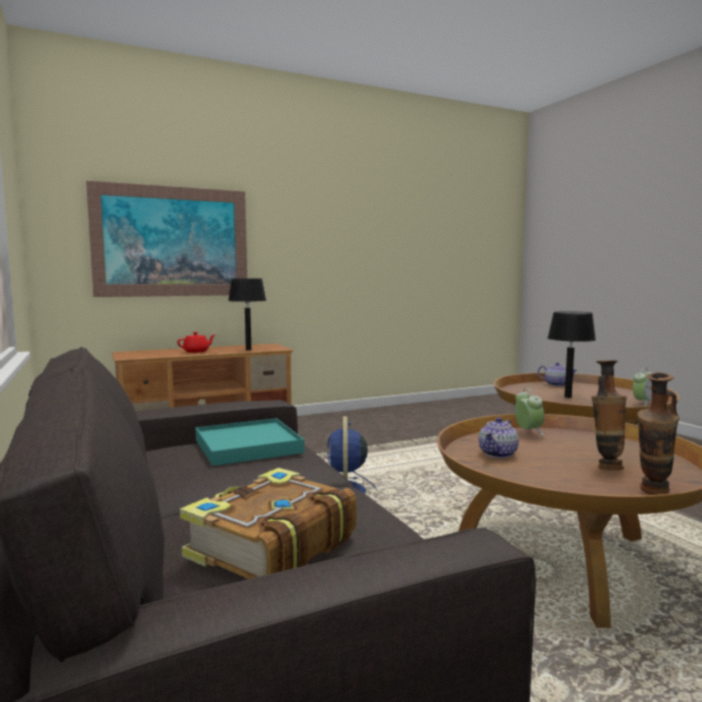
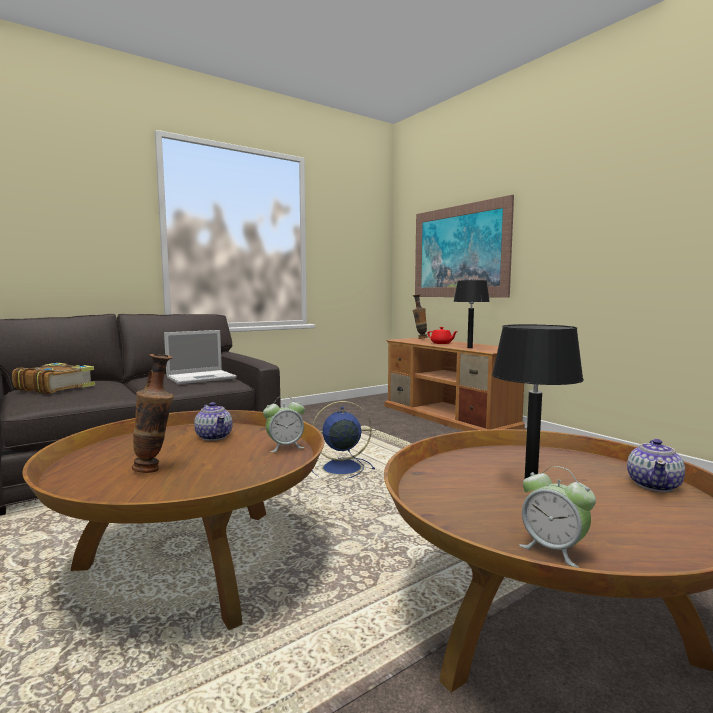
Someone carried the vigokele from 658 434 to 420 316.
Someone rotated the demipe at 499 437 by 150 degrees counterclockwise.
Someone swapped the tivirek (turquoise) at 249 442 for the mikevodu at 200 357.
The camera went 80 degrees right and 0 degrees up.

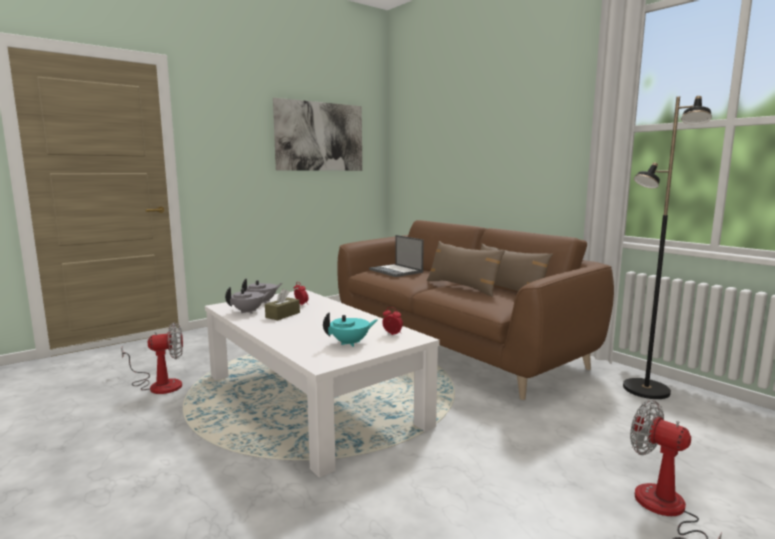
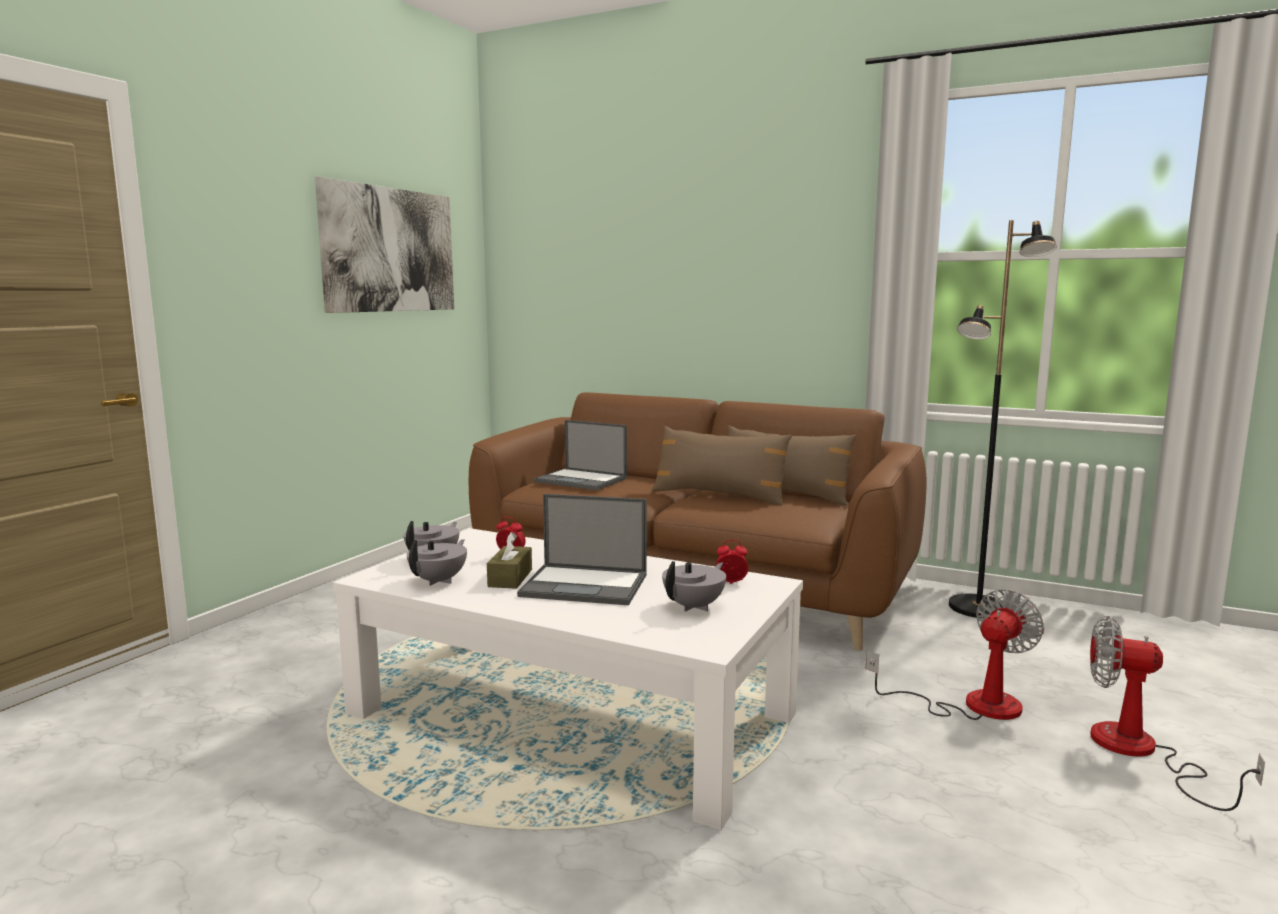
Someone repainted the demipe (turquoise) at 350 330, which became the demipe (grey) at 694 586.
Someone carried the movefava from 152 358 to 955 654.
Someone put down the mikevodu at 582 549.
The camera went 25 degrees left and 0 degrees up.

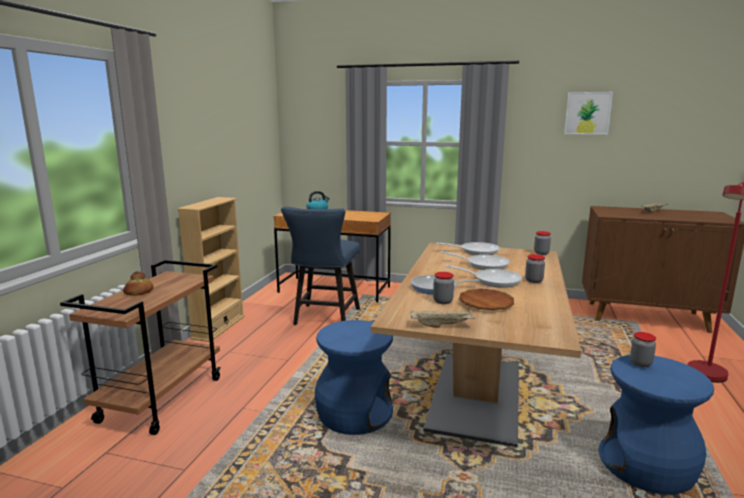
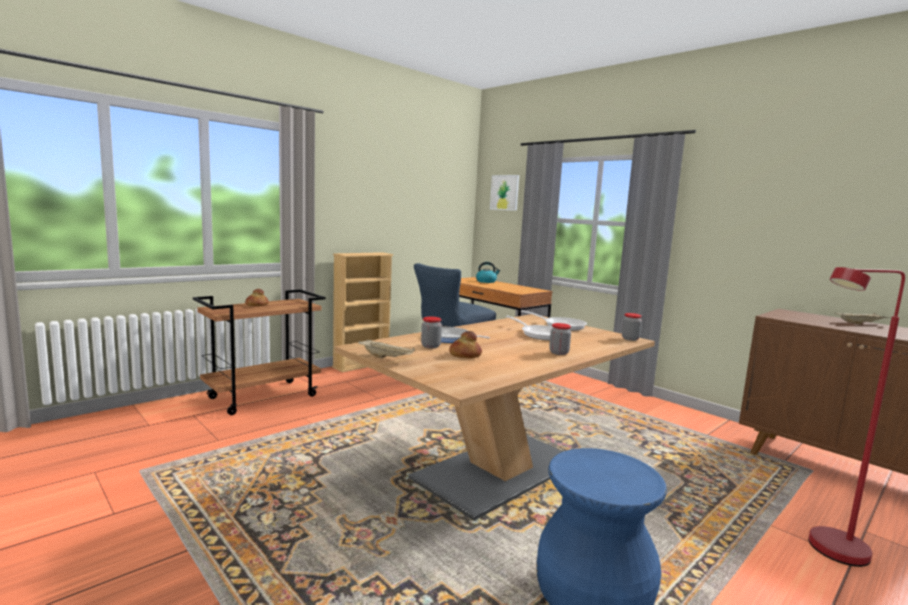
Someone carried the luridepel from 588 113 to 504 193.
Someone took away the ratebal at 483 276.
Someone swapped the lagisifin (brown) at 486 299 for the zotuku at 465 344.
Someone took away the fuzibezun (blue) at 354 377.
Someone took away the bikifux at 643 349.
The camera went 30 degrees right and 5 degrees down.

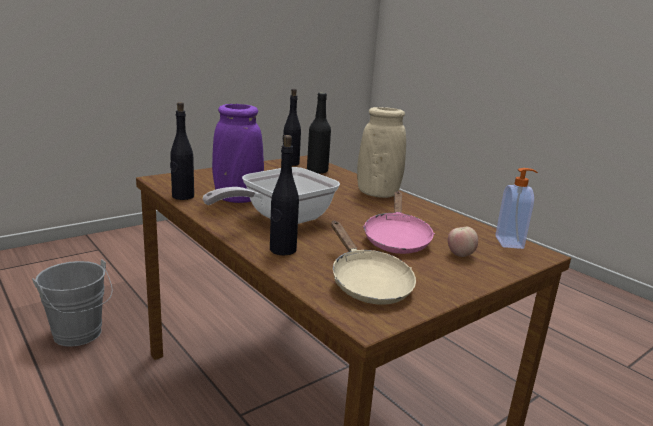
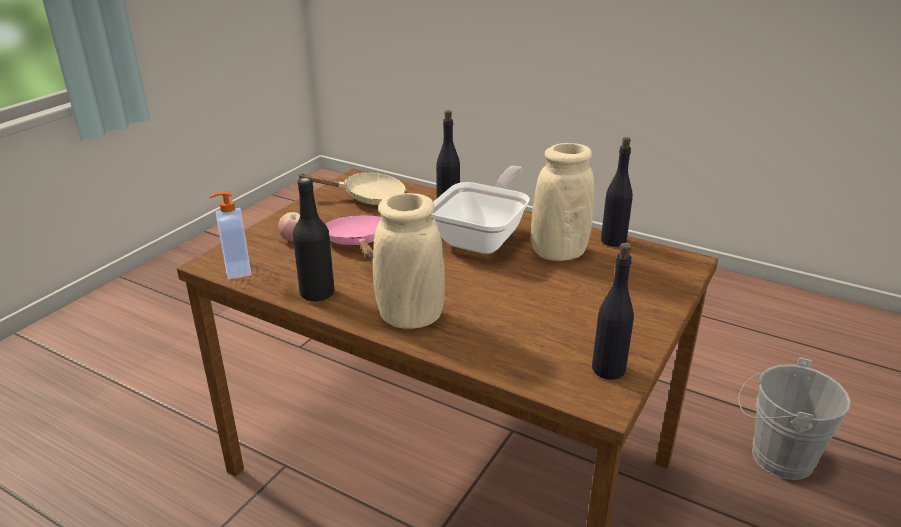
Someone carried the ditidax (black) from 319 133 to 313 239.
Someone repainted the vigokele (purple) at 238 153, which became the vigokele (beige) at 562 202.
Someone rotated the ratebal (beige) at 373 263 by 135 degrees clockwise.
The camera went 160 degrees right and 10 degrees up.

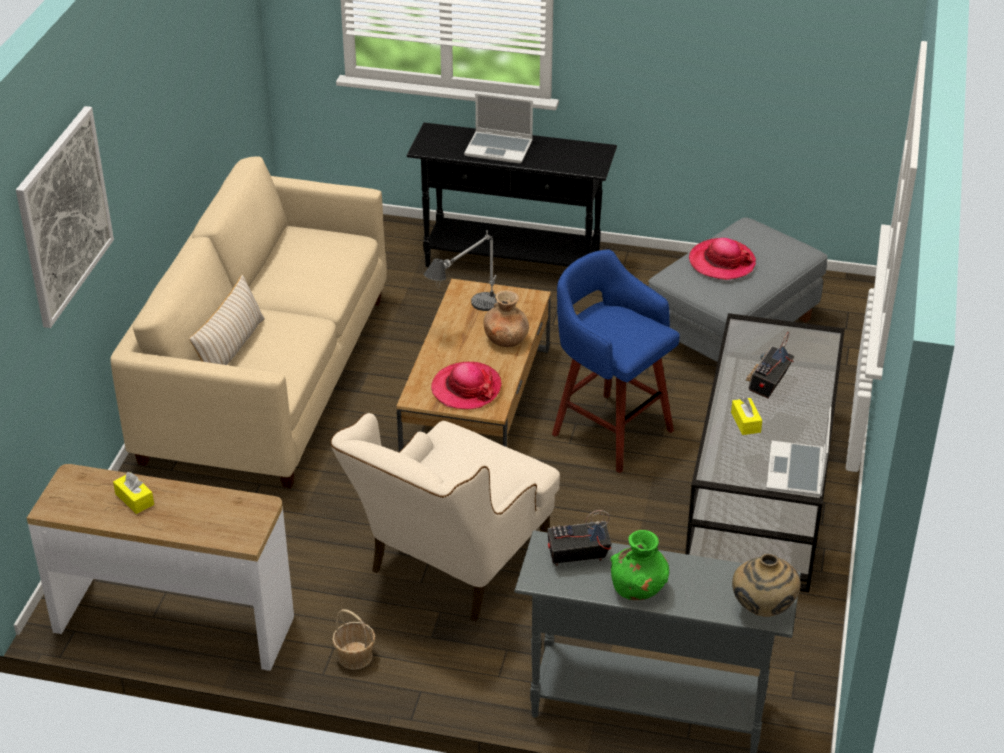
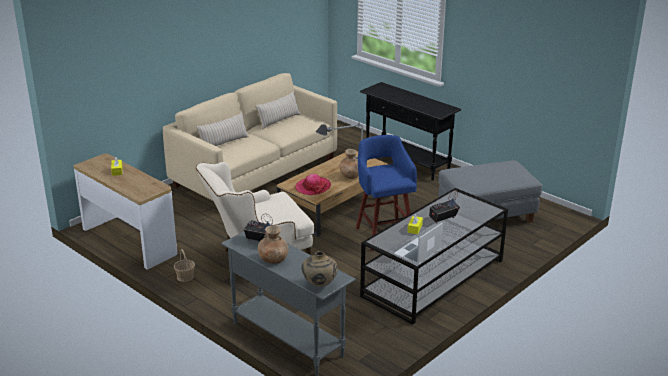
Someone took away the mikevodu at 498 128.
Someone took away the luridepel at 65 217.
Someone took away the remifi at 722 259.
Someone repainted the vigokele (green) at 639 565, which became the vigokele (brown) at 273 245.
Someone put down the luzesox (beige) at 277 110.
The camera went 30 degrees right and 10 degrees down.

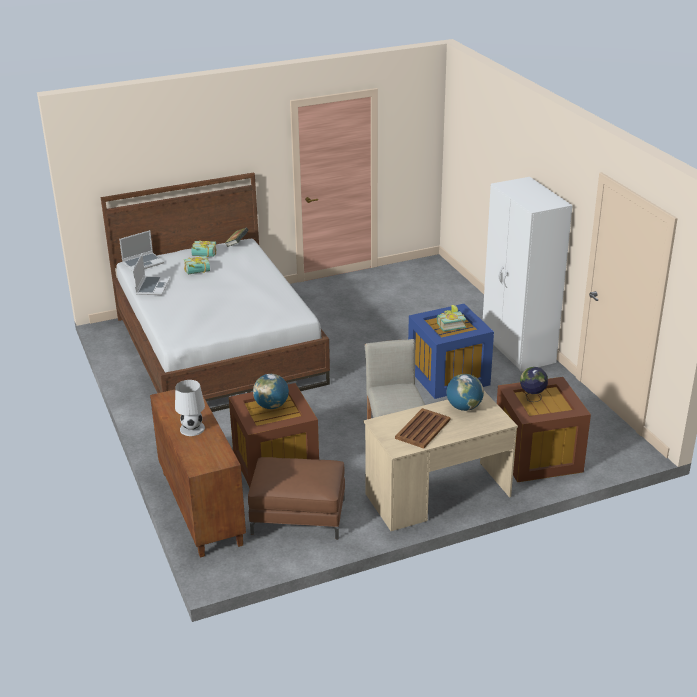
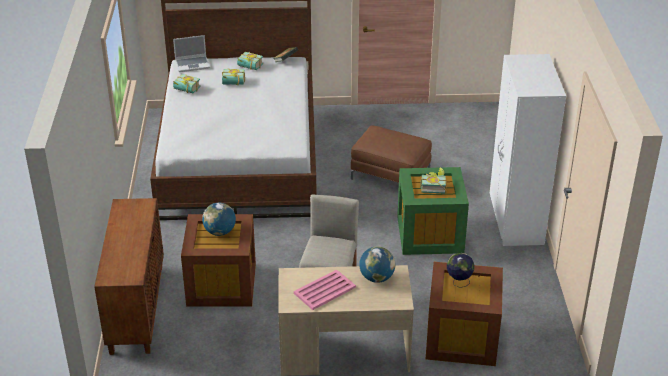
Someone swapped the mikevodu at 151 274 for the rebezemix at 187 83.
Someone repainted the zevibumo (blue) at 451 351, which became the zevibumo (green) at 433 211.
Someone took away the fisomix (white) at 190 408.
Someone repainted the tivirek (brown) at 423 428, which became the tivirek (pink) at 325 290.
Someone carried the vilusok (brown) from 296 498 to 391 154.
The camera went 20 degrees right and 5 degrees up.

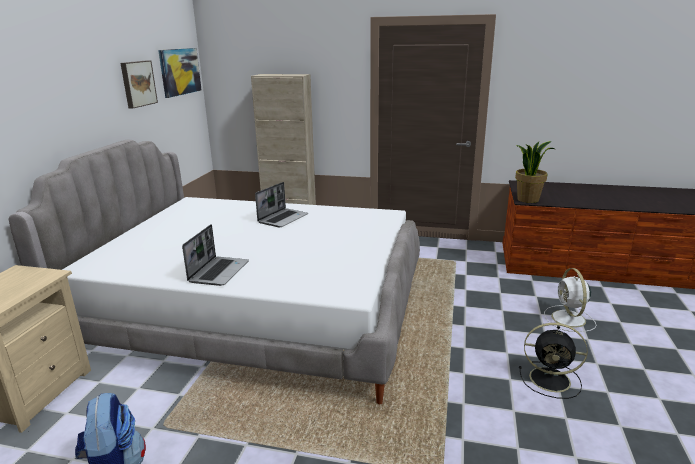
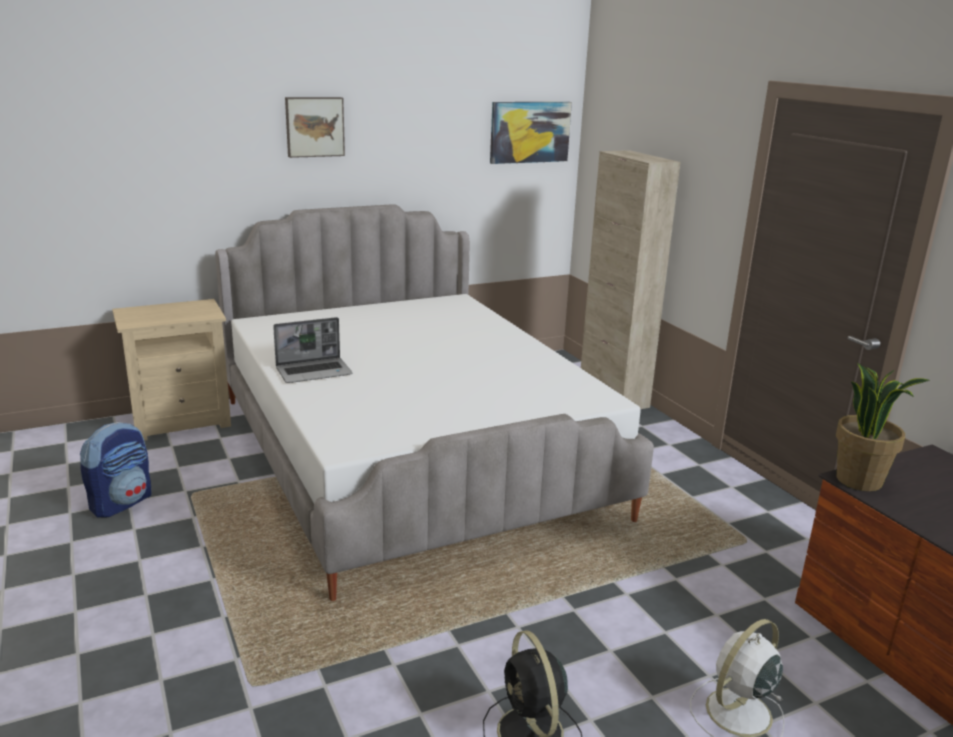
Someone carried the luridepel from 139 84 to 315 127.
Someone took away the mikevodu at 281 205.
The camera went 50 degrees right and 0 degrees up.

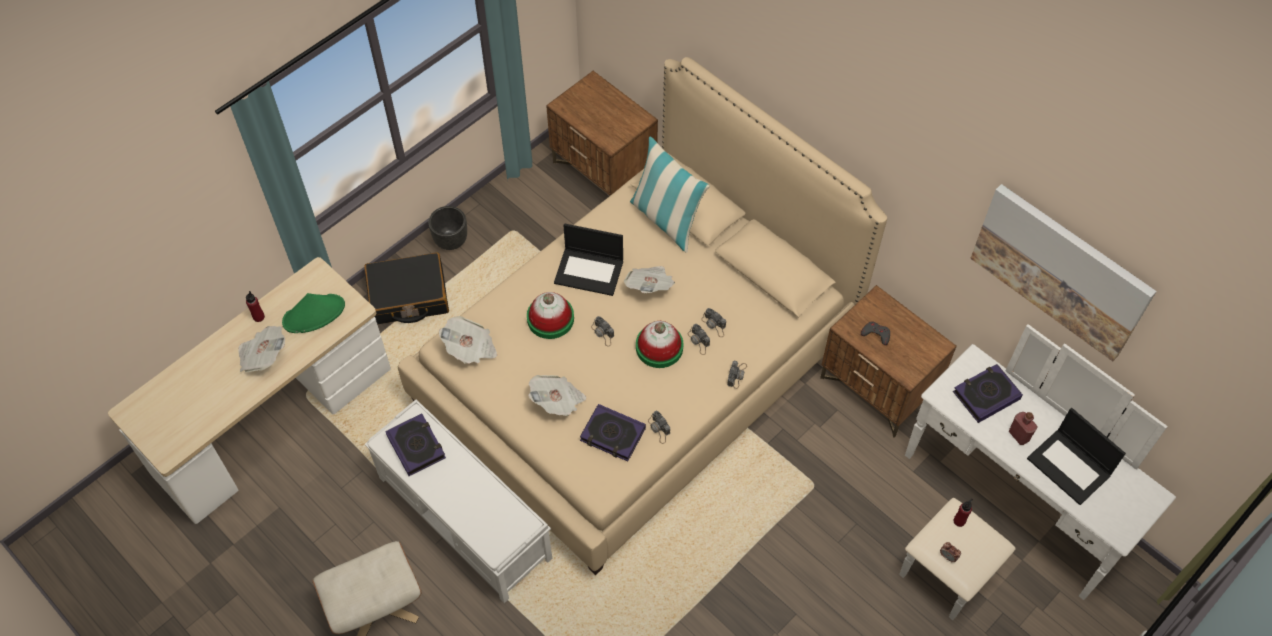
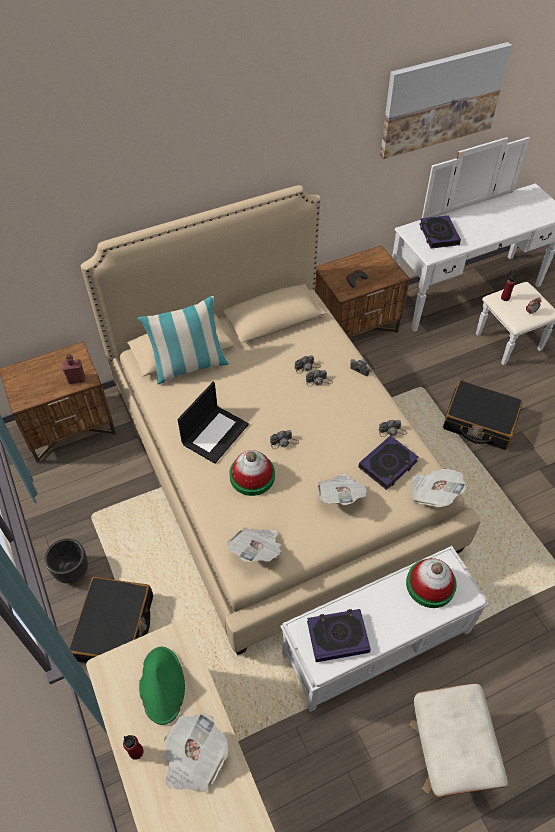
Someone carried the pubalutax from 649 279 to 438 487.
Someone carried the remifi from 659 344 to 431 583.
Someone took away the mikevodu at 1076 456.
Someone carried the ditidax (red) from 1023 428 to 73 369.
Someone put down the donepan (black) at 483 415.
The camera went 70 degrees left and 5 degrees down.

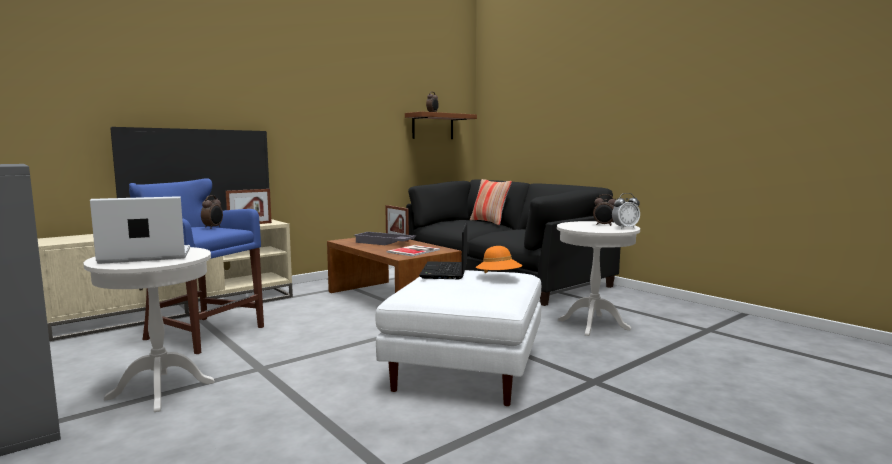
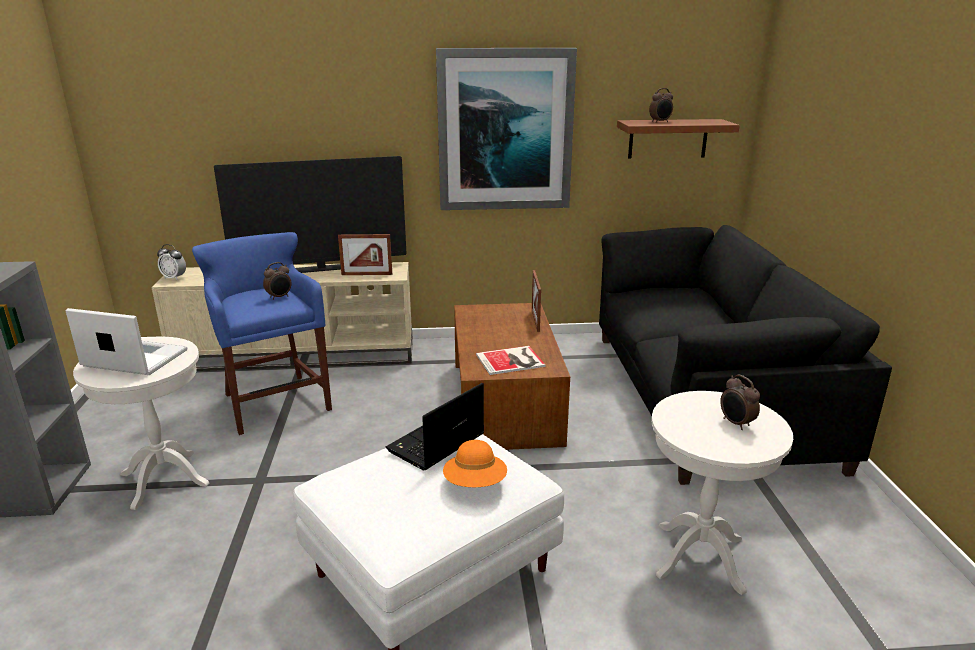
Someone took away the luzesox at 491 202.
Someone carried the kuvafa from 626 211 to 171 262.
Someone took away the tivirek (grey) at 385 238.
Someone put up the luridepel at 506 129.
The camera went 35 degrees right and 15 degrees up.

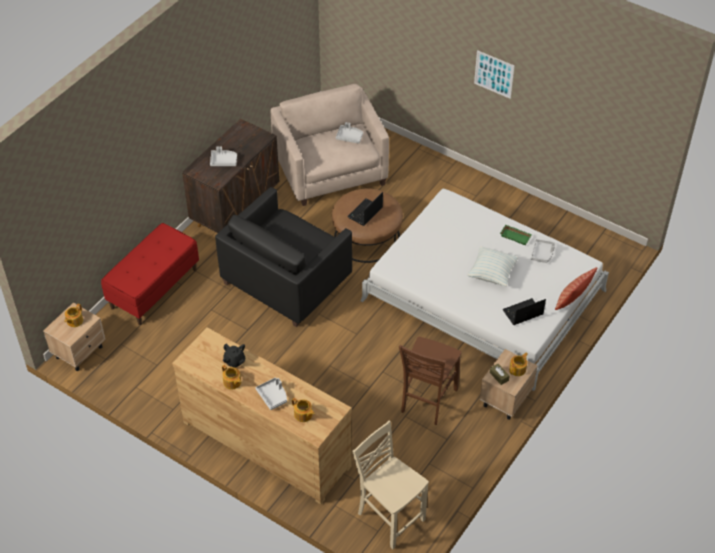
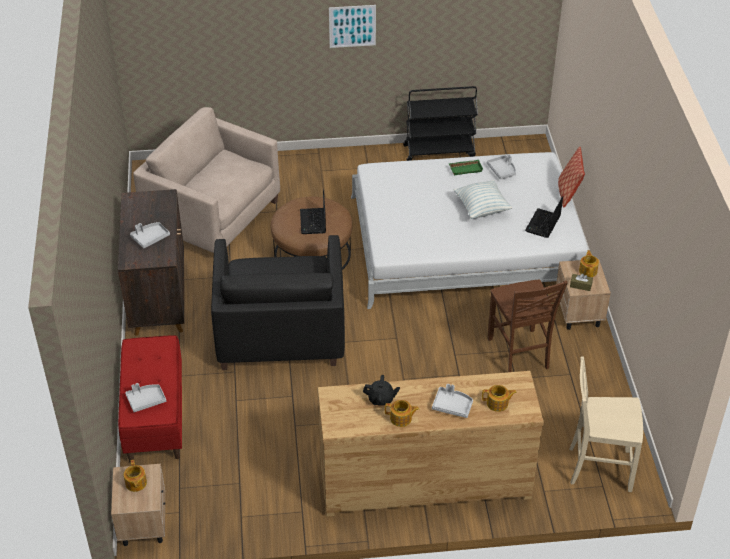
Someone carried the tivirek (grey) from 349 132 to 145 397.
Someone put down the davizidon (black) at 440 123.
The camera went 40 degrees left and 5 degrees down.

